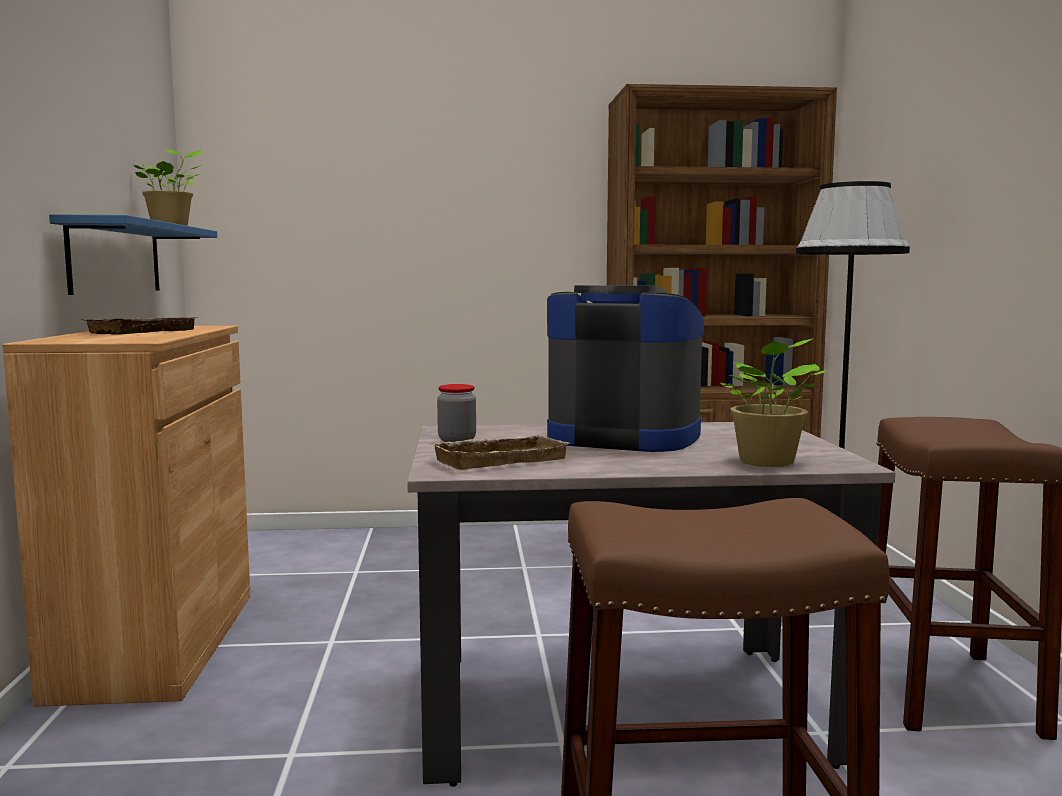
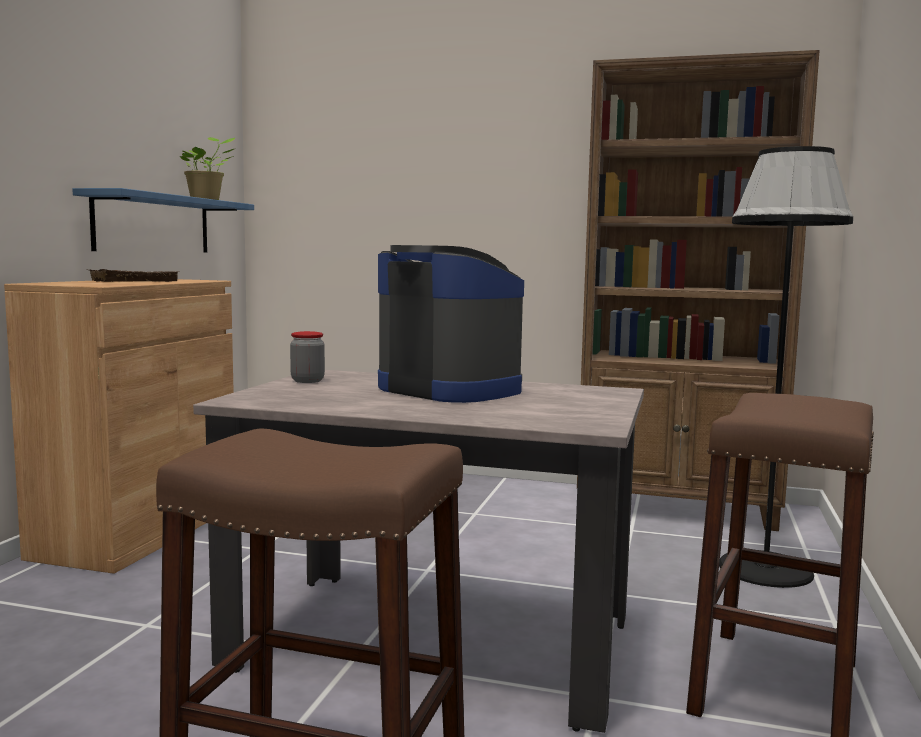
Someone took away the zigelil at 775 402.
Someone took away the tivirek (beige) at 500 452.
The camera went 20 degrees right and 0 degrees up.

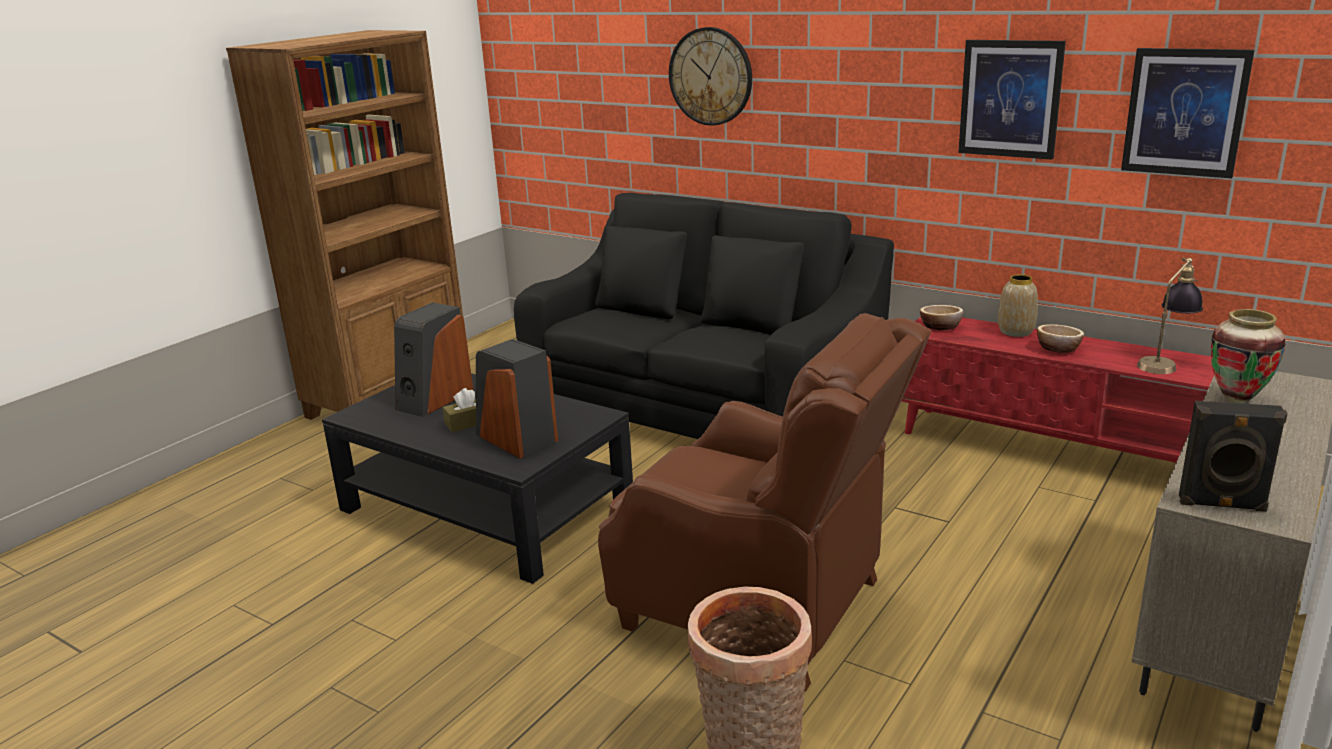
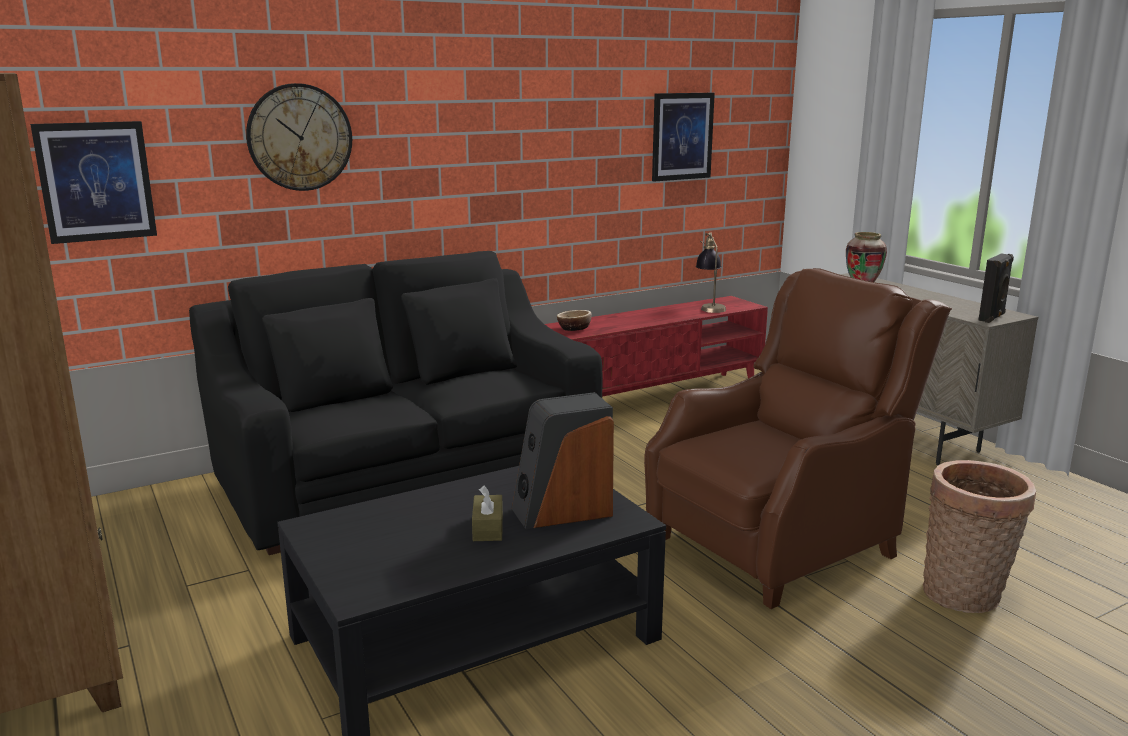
Someone carried the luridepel from 1012 100 to 93 182.
Someone took away the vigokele at 1018 305.
Someone took away the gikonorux at 434 359.
Someone took away the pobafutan at 1060 338.
The camera went 65 degrees left and 5 degrees down.

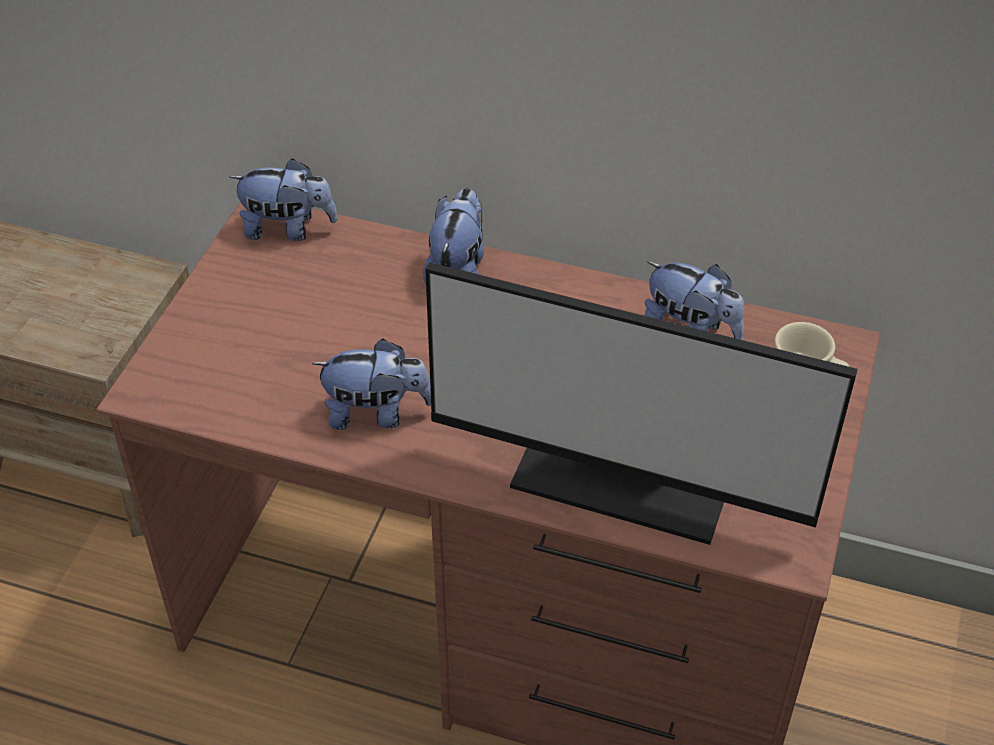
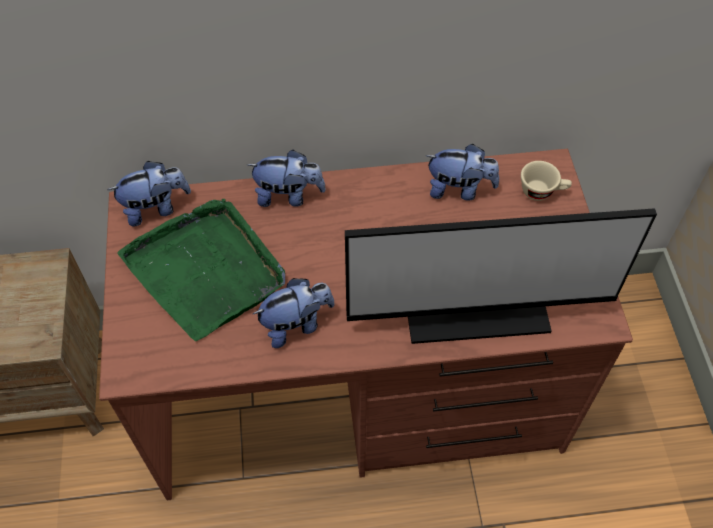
Someone rotated the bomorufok at 453 236 by 105 degrees clockwise.
Someone put down the tivirek (green) at 201 270.
The camera went 25 degrees left and 10 degrees up.

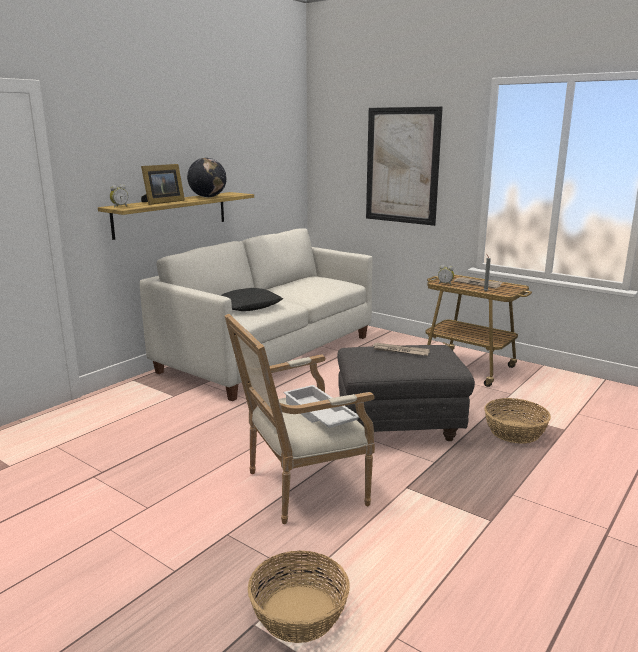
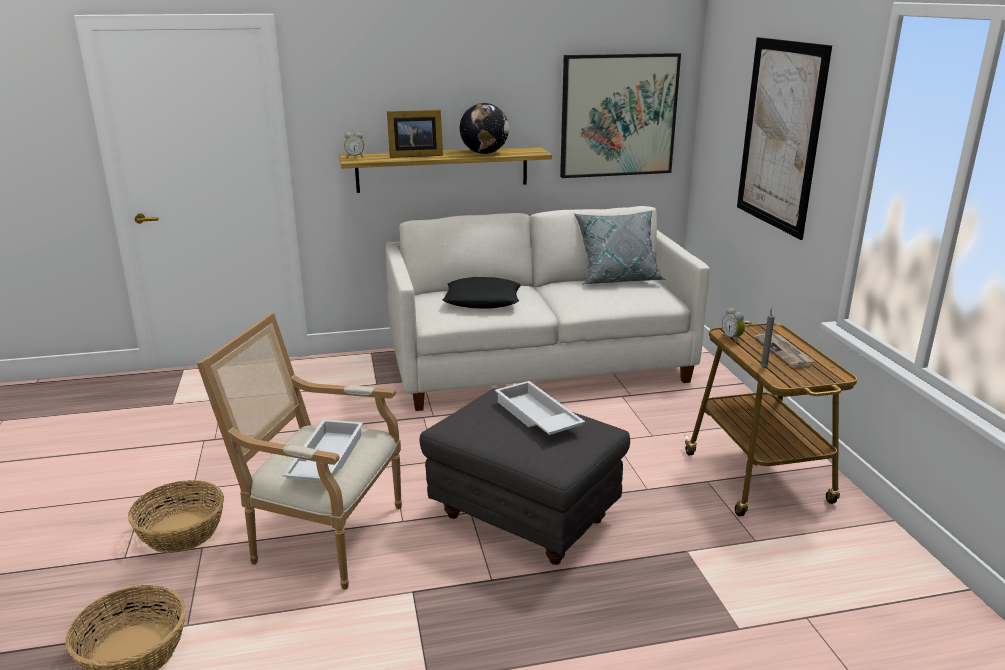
Someone swapped the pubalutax at 401 349 for the tivirek (white) at 540 408.
Someone carried the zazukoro from 517 421 to 176 516.
Someone put up the luridepel at 620 115.
Someone put down the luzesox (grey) at 619 247.
The camera went 40 degrees right and 5 degrees up.

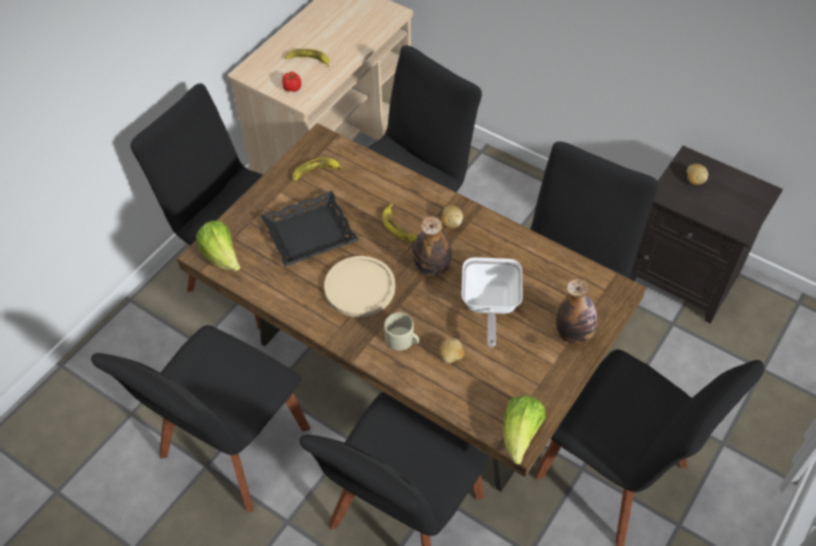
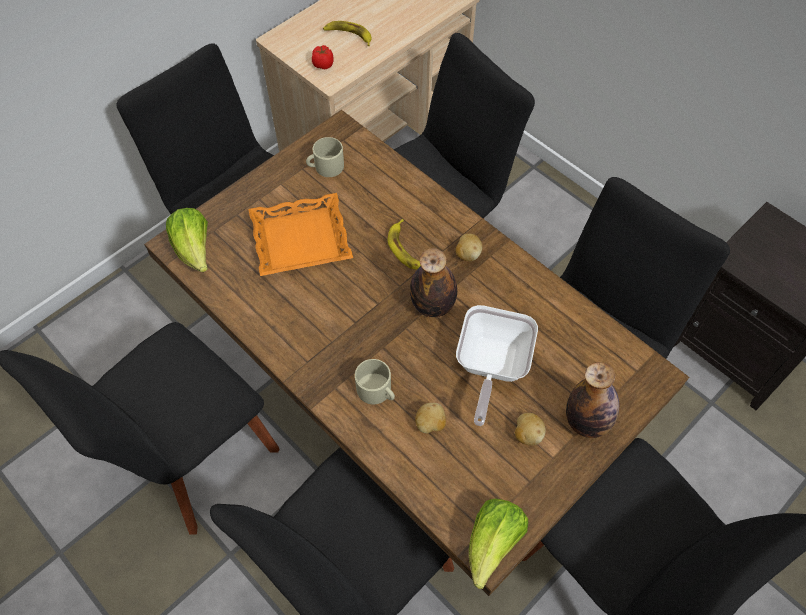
Someone swapped the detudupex at 318 169 for the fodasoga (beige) at 325 157.
Someone carried the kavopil from 697 174 to 530 429.
Someone repainted the tivirek (black) at 310 229, which became the tivirek (orange) at 300 234.
Someone took away the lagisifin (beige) at 359 286.
The camera went 10 degrees right and 5 degrees up.

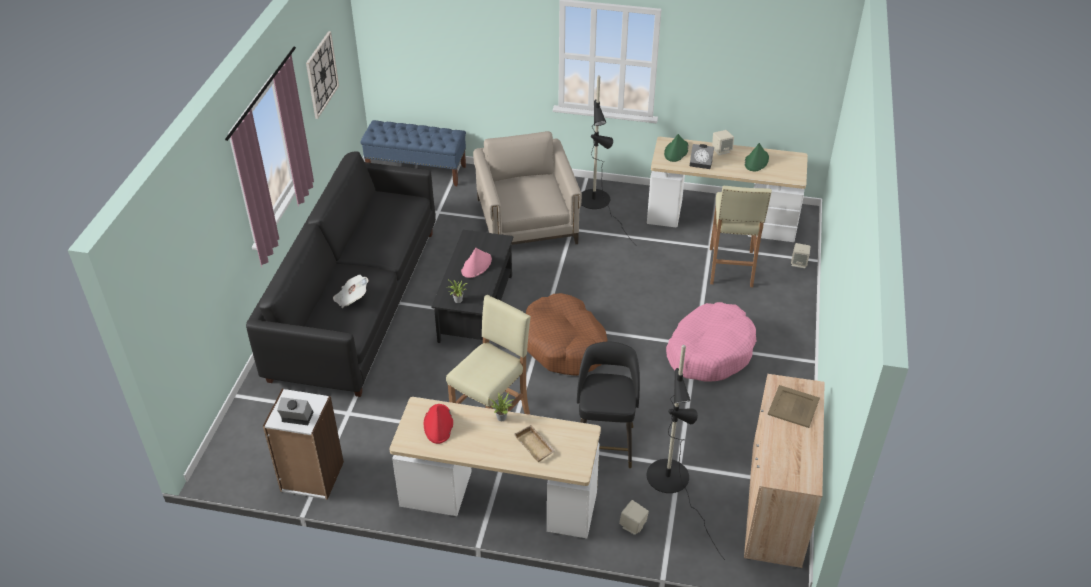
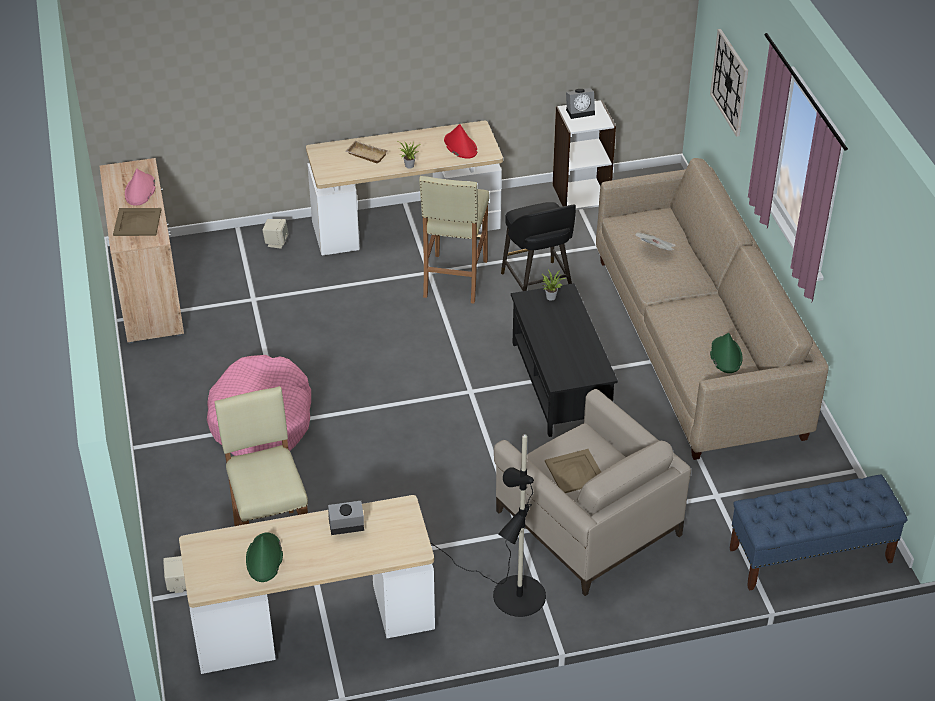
Someone carried the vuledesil from 322 75 to 729 83.
Someone took away the gikonorux (beige) at 723 142.
Someone carried the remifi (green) from 676 148 to 726 353.
Someone repainted the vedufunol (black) at 341 274, which became the vedufunol (beige) at 712 309.
Someone carried the remifi (pink) from 476 263 to 140 187.
Someone took away the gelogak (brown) at 567 334.
Someone carried the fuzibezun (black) from 608 404 to 538 246.
Someone took away the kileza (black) at 686 452.
Someone put down the tivirek (beige) at 573 471.
The camera went 155 degrees right and 0 degrees up.

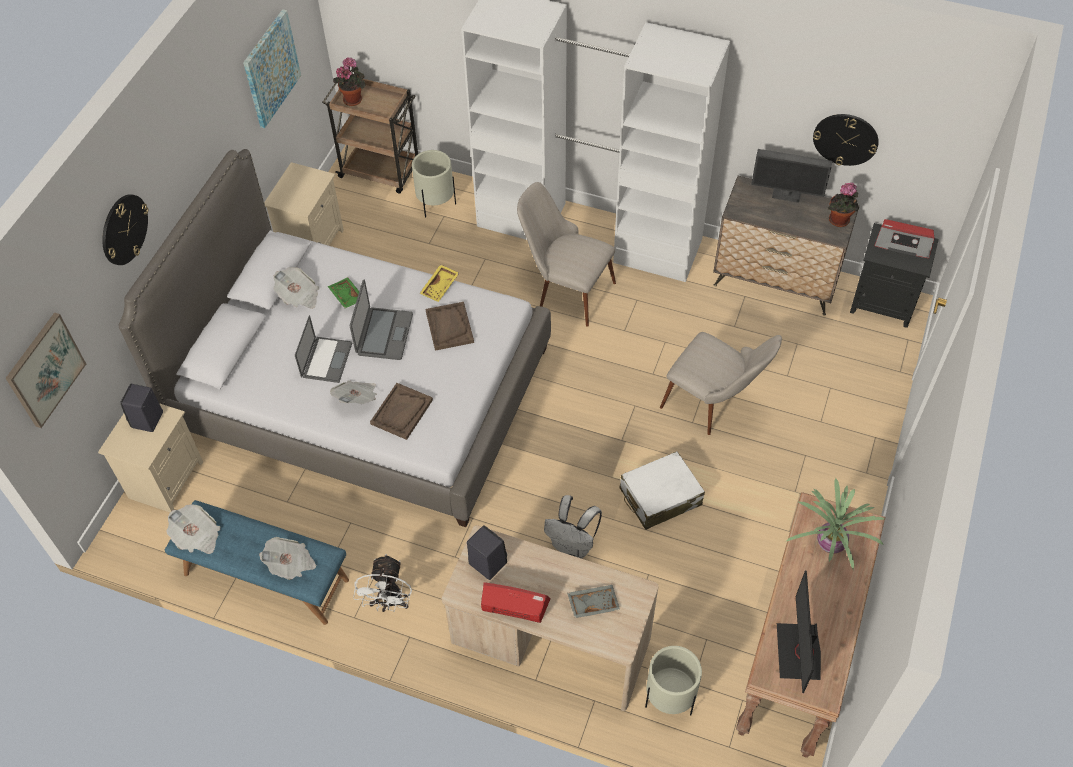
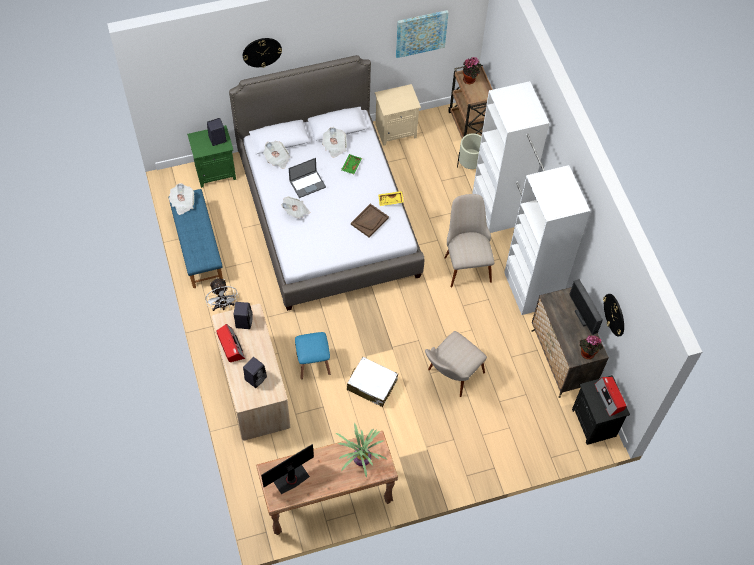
Someone took away the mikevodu at 381 319.
Someone took away the luridepel at 46 370.
Someone rotated the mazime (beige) at 721 383 by 45 degrees clockwise.
Someone took away the tivirek (brown) at 401 411.
Someone repainted the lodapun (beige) at 150 457, which became the lodapun (green) at 211 156.
Someone swapped the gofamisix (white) at 573 527 for the fuzibezun (blue) at 313 355.
Someone carried the pubalutax from 288 558 to 276 155.
Someone rotated the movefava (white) at 382 583 by 75 degrees counterclockwise.
Someone swapped the tivirek (grey) at 593 601 for the gikonorux (black) at 255 372.
Someone took away the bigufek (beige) at 673 681.
The camera went 50 degrees right and 5 degrees up.

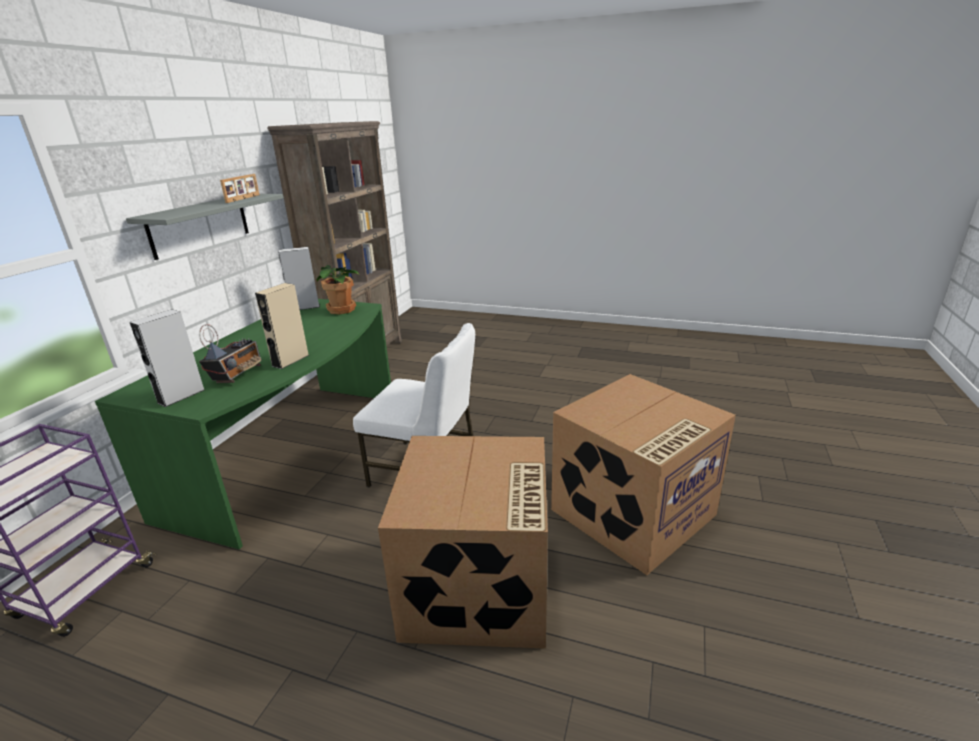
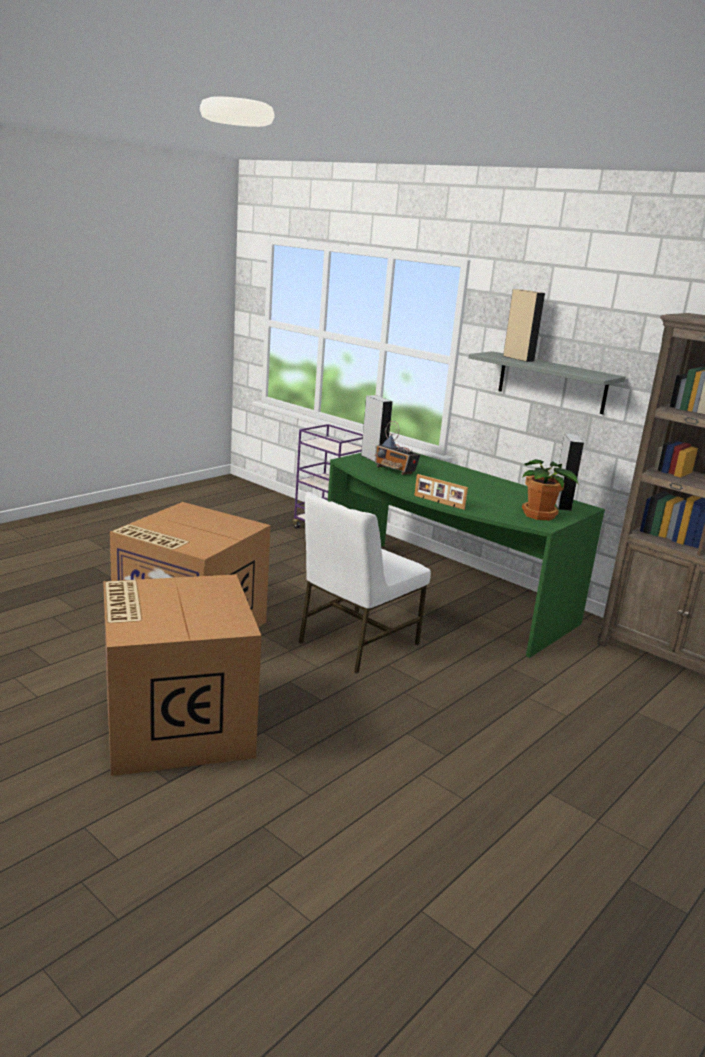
Someone carried the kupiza from 240 188 to 441 492.
Someone carried the gikonorux (beige) from 282 326 to 524 325.
The camera went 110 degrees right and 5 degrees down.

